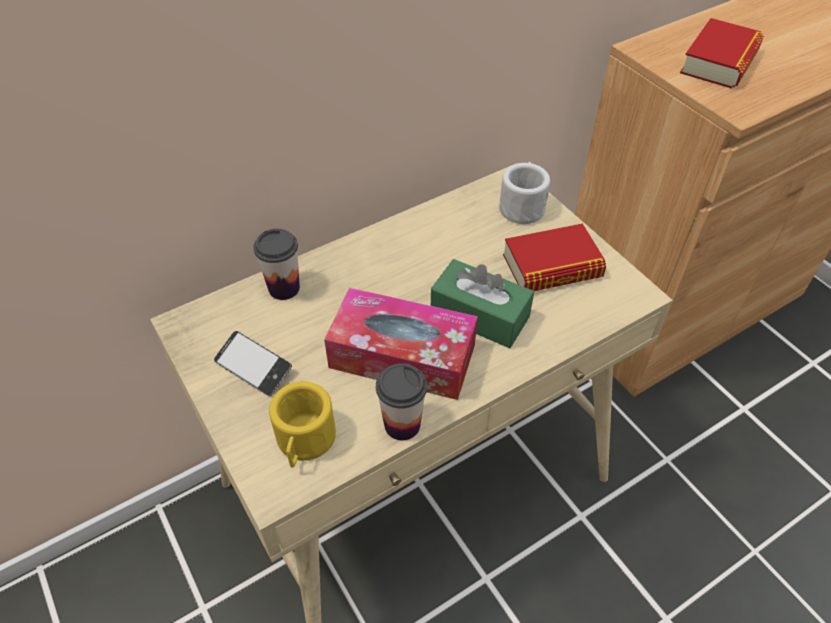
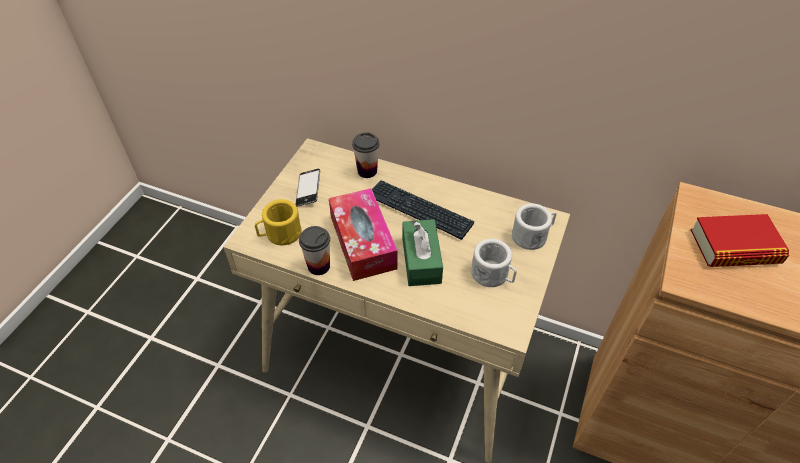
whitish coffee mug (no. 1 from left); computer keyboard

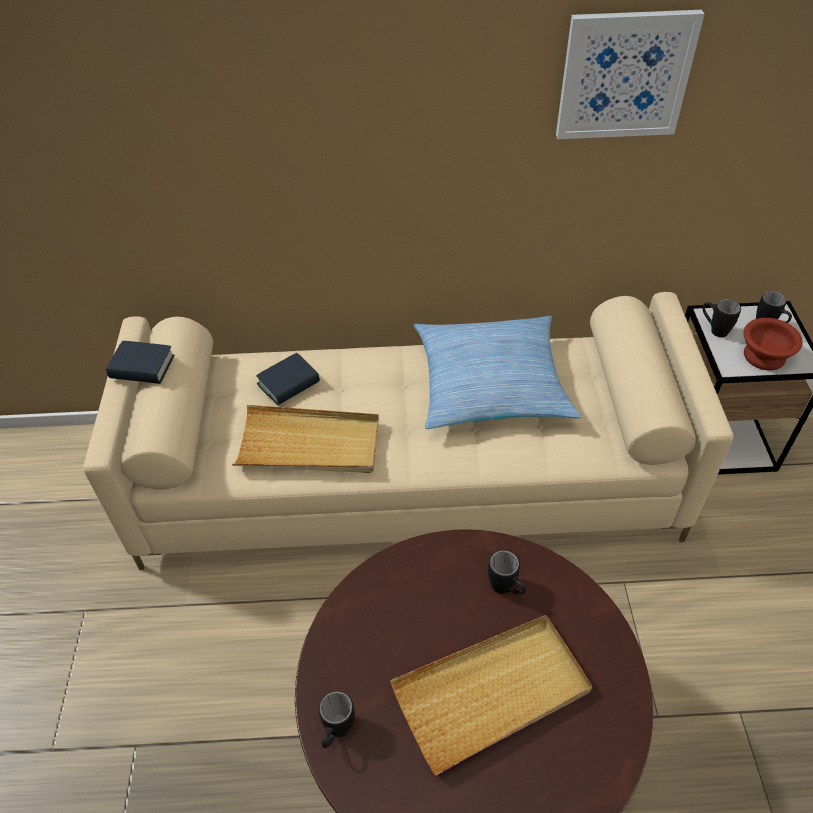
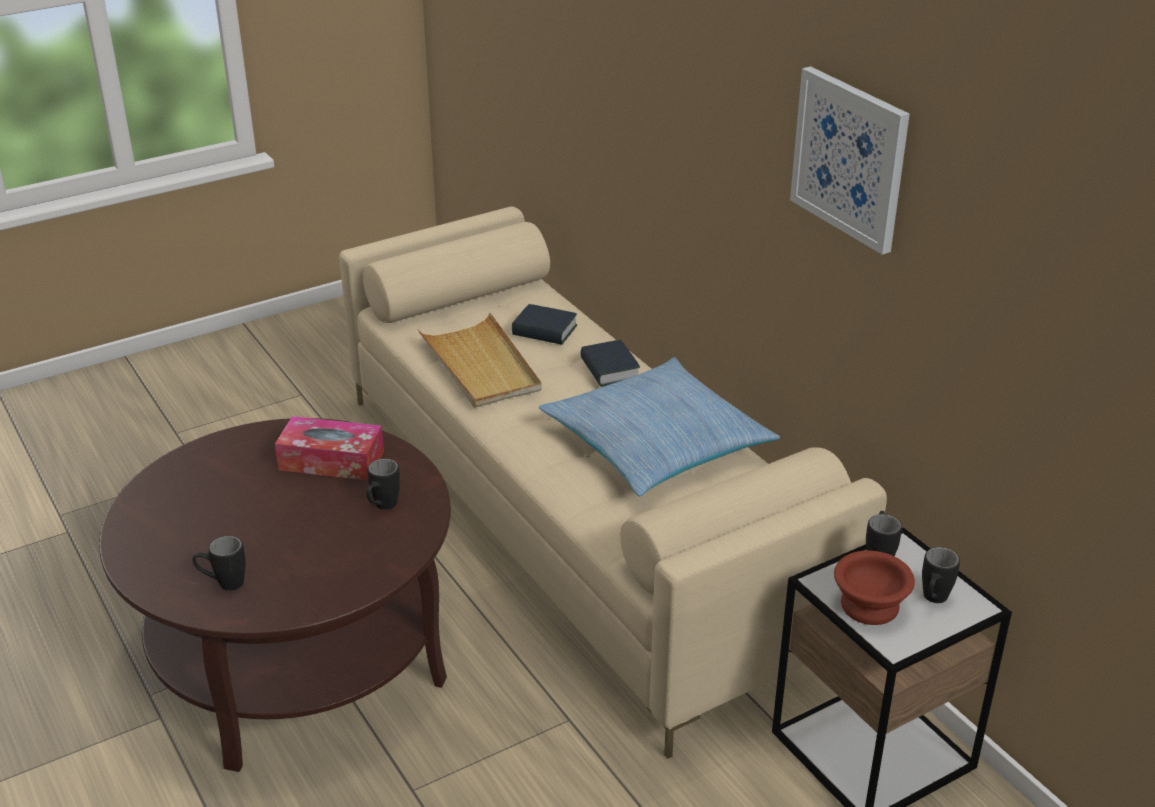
bound book (no. 2 from left); sand-coloured serving tray (no. 2 from left in the first image); black-coloured coffee mug (no. 1 from left); box of tissues

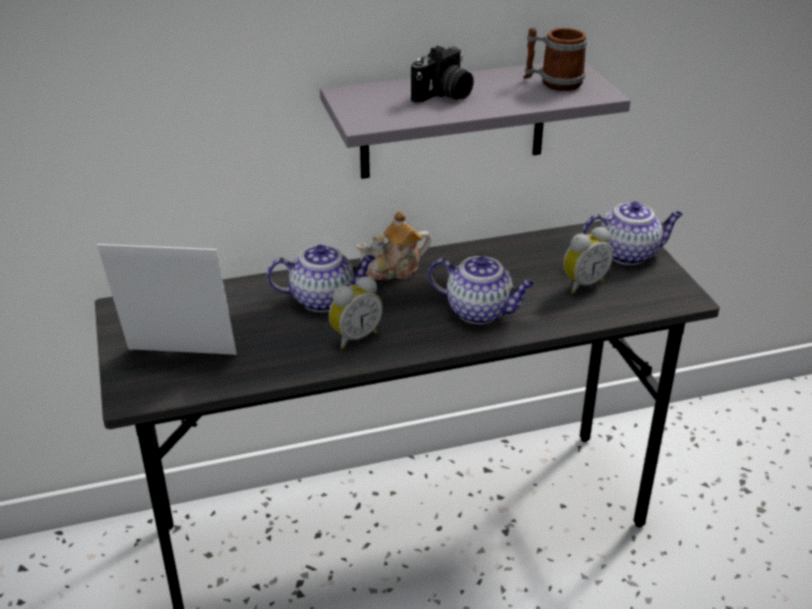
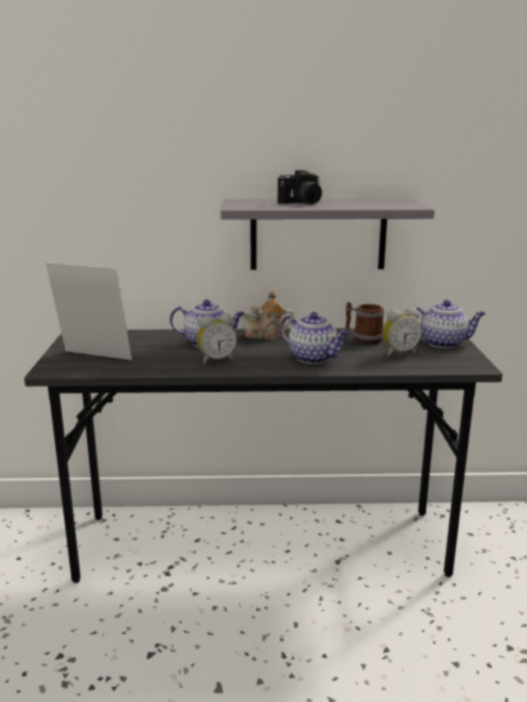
coffee mug

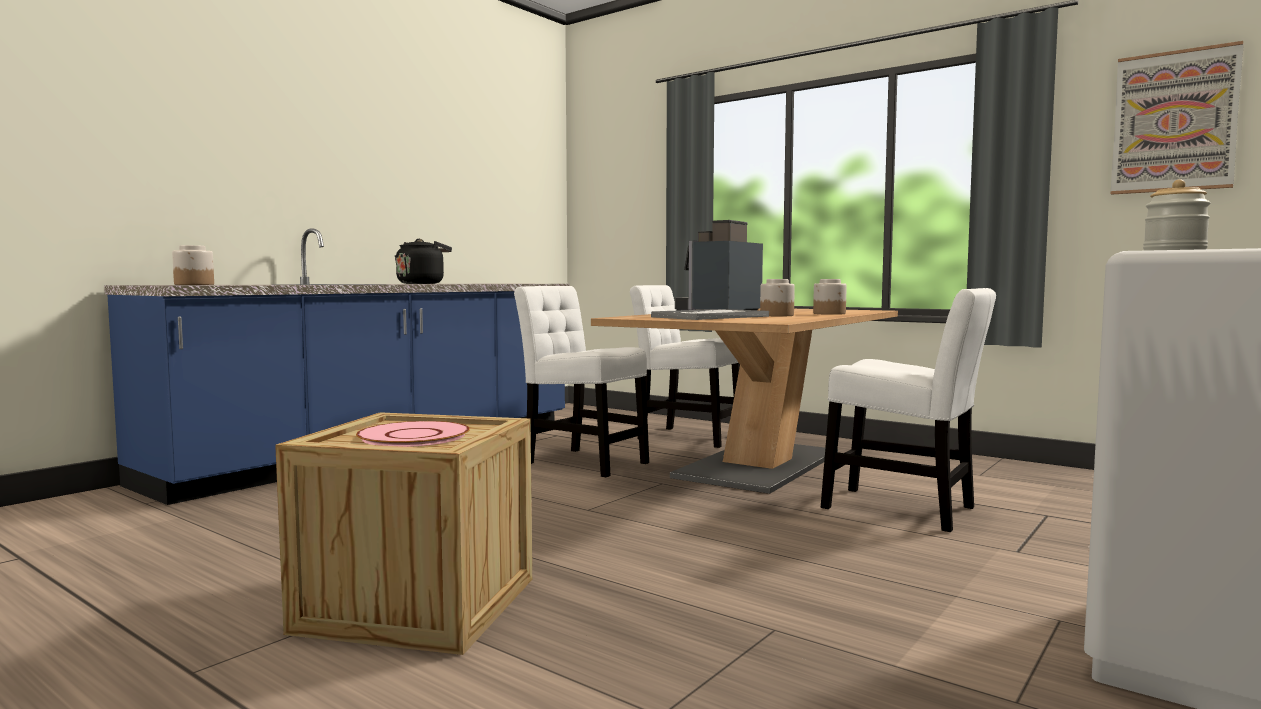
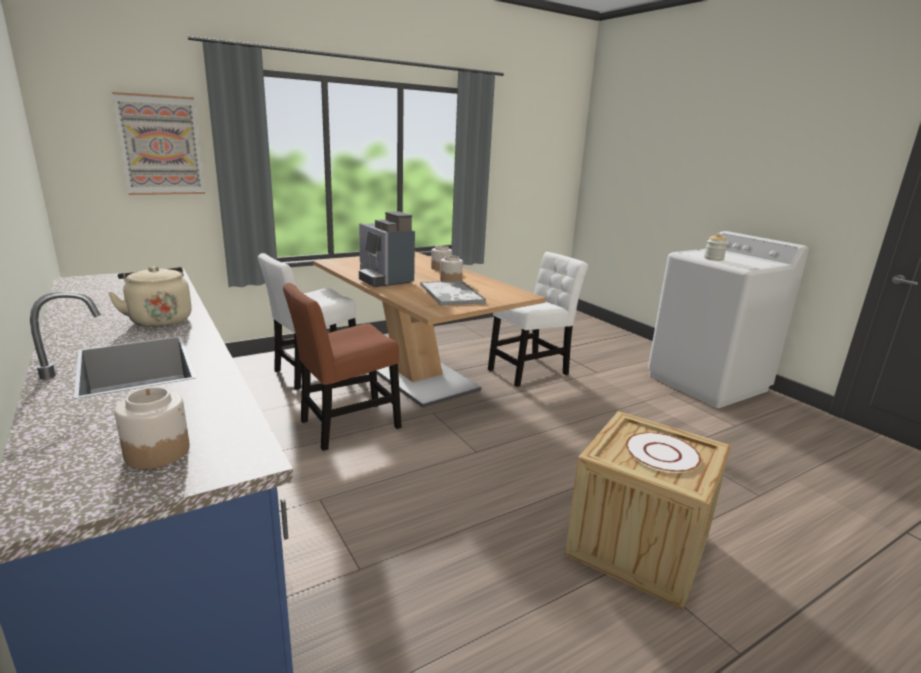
picture; sand-coloured water kettle; brown-coloured chair; whitish dinner plate

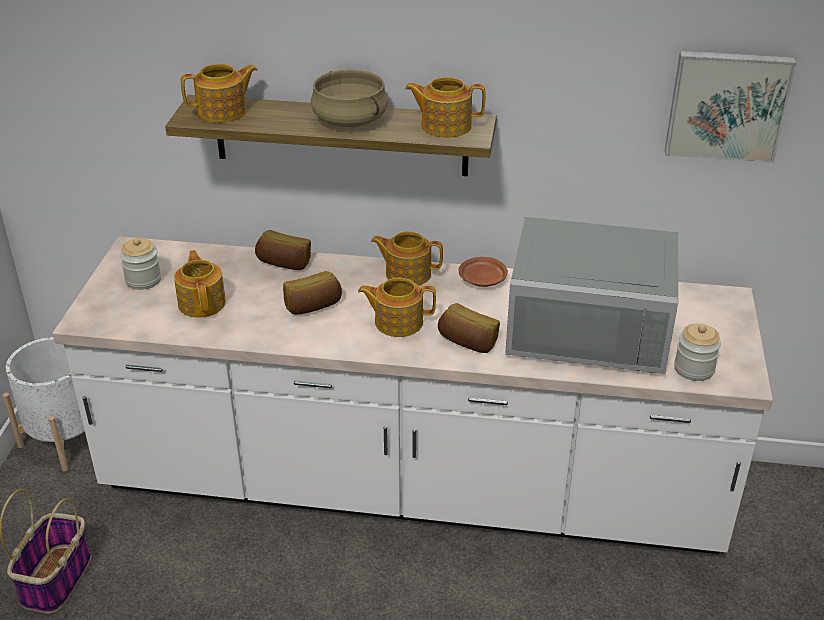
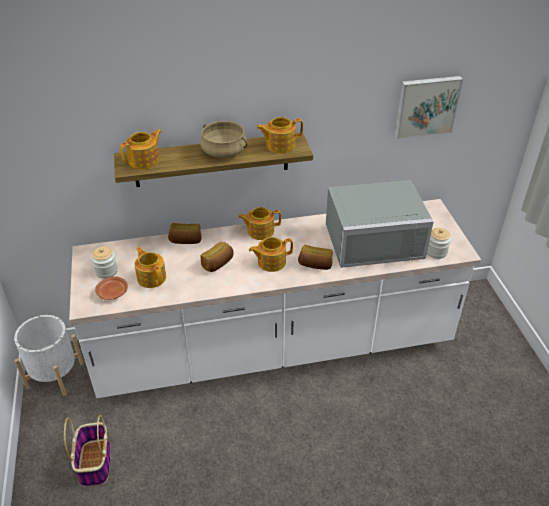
brown-coloured dinner plate

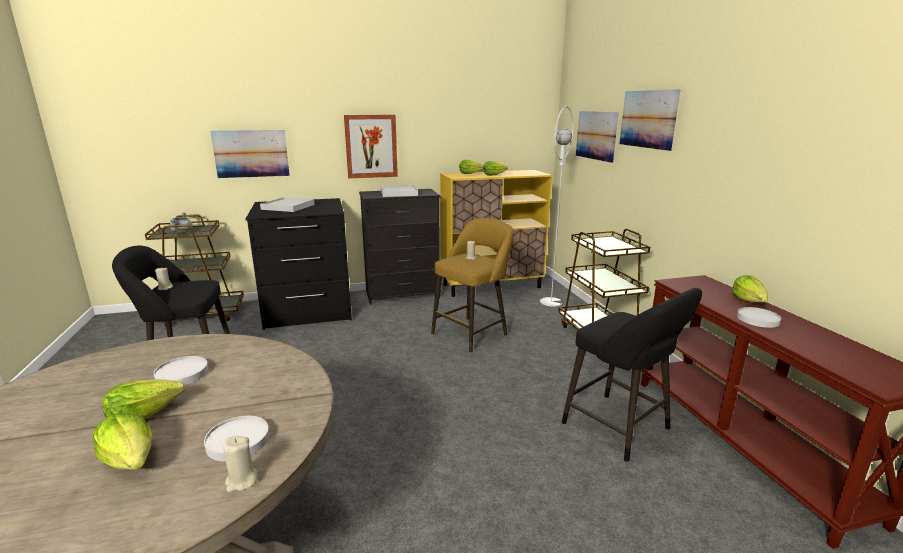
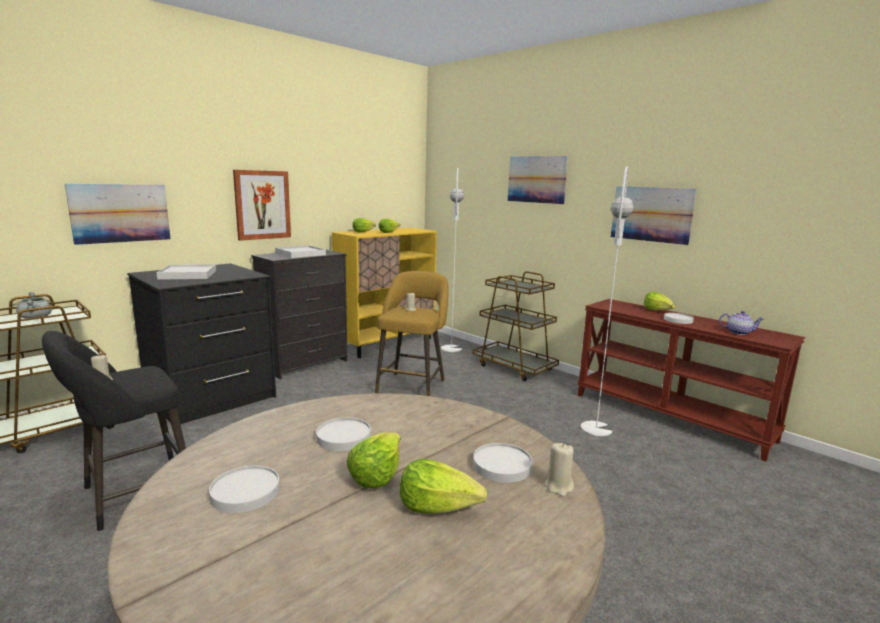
picture (no. 4 from left); whitish standing lamp (no. 2 from left); pot for tea; whitish dinner plate (no. 1 from left)

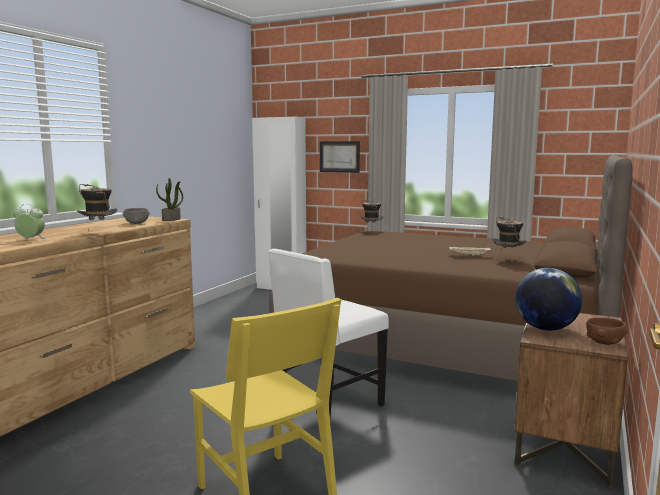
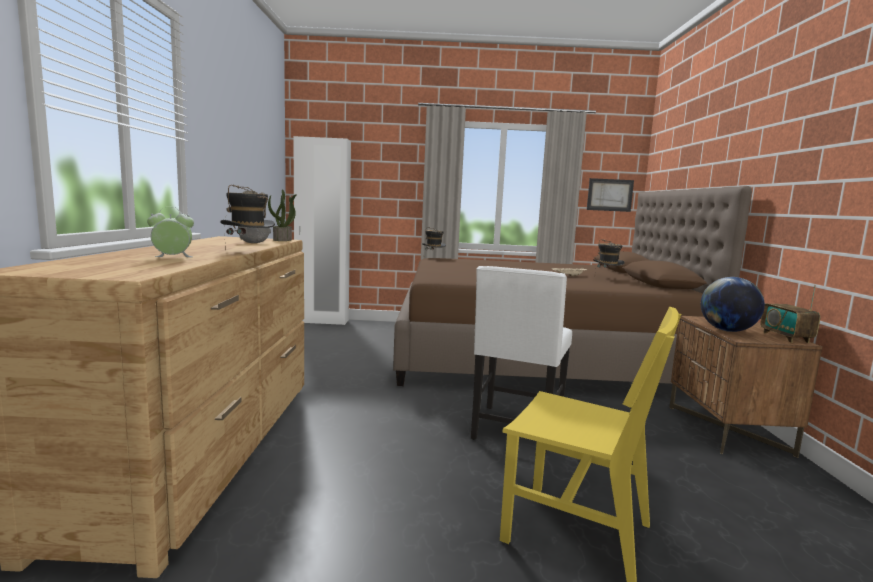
picture; radio receiver

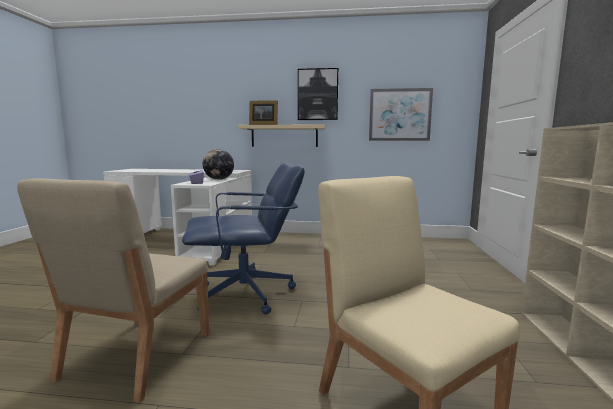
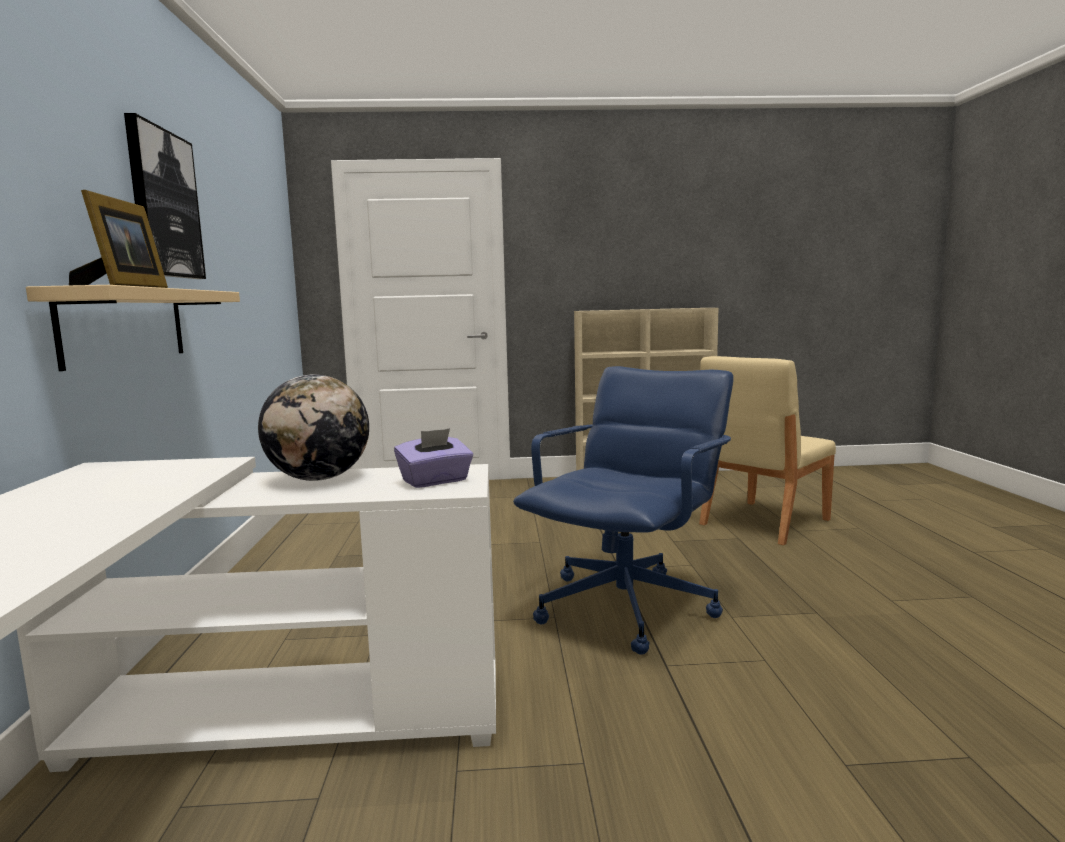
picture (no. 2 from left in the first image); bluish computer chair; sand-coloured chair (no. 1 from left in the first image)

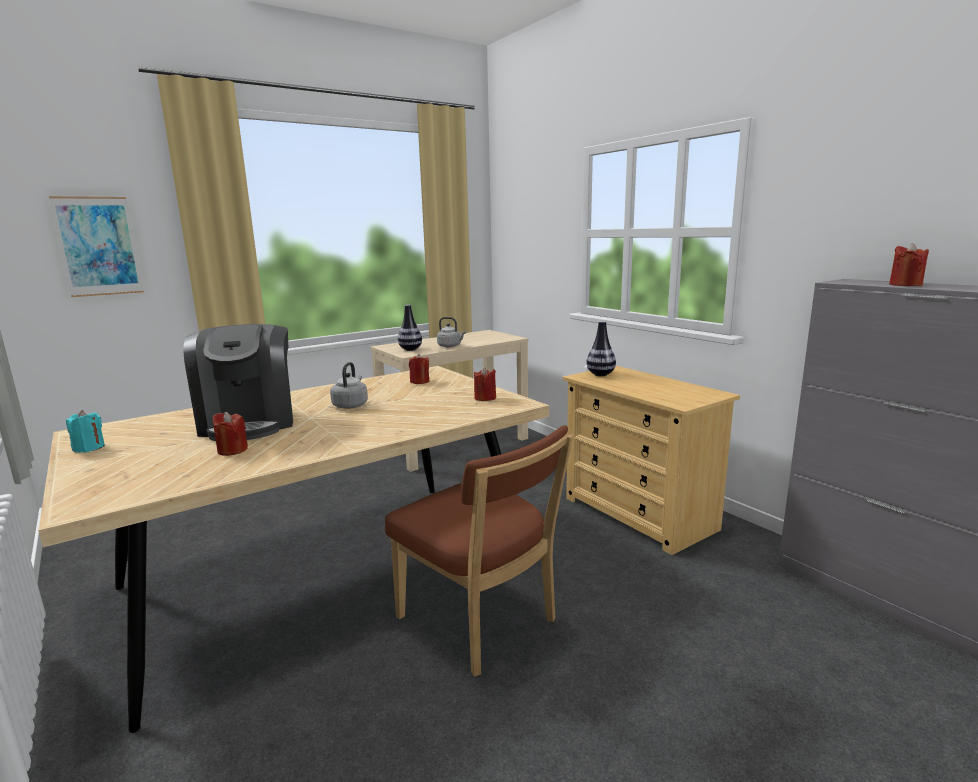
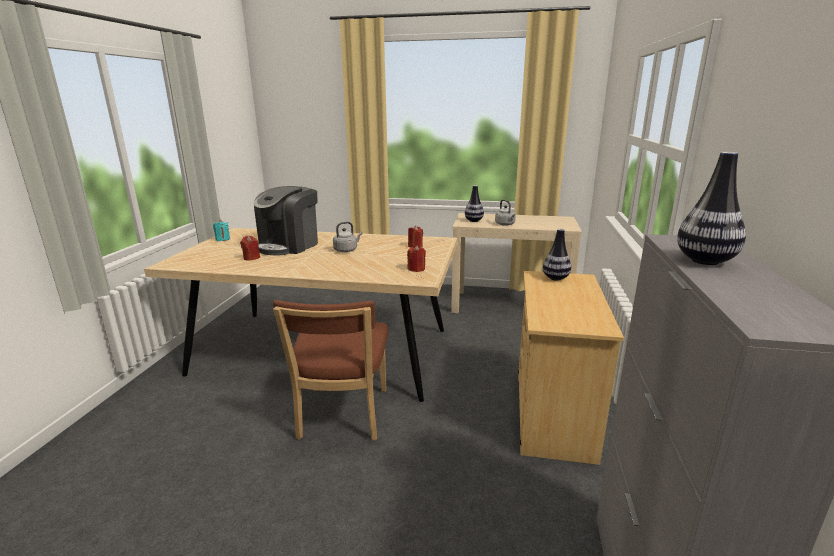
picture; flower vase (no. 3 from left)

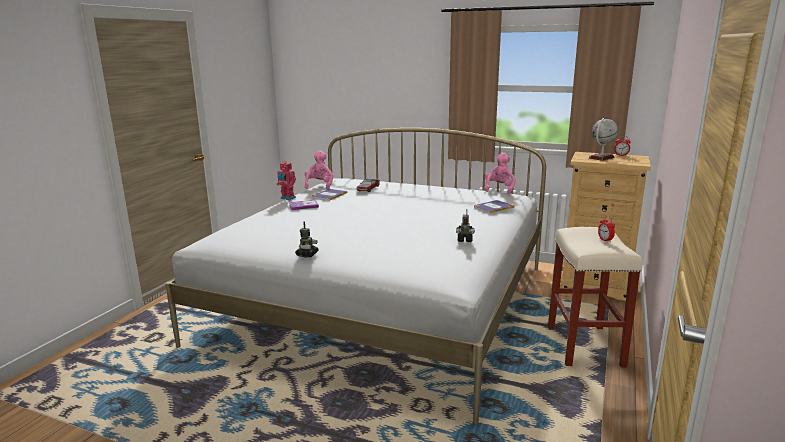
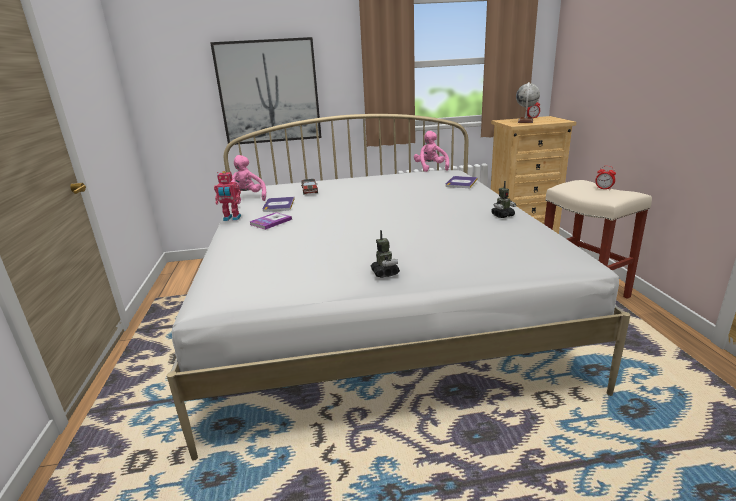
picture

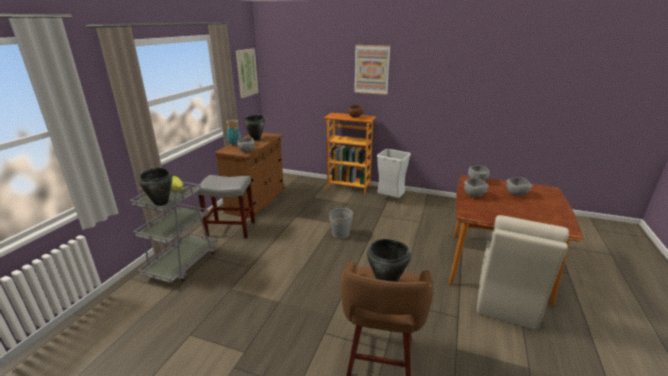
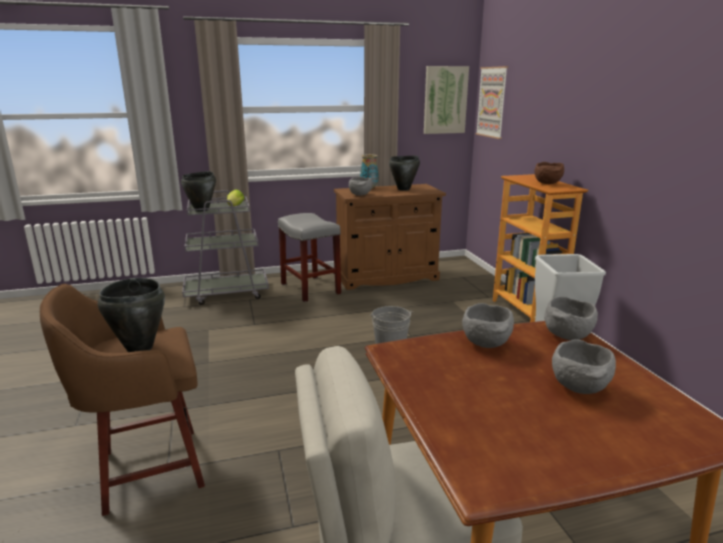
picture (no. 2 from left)

